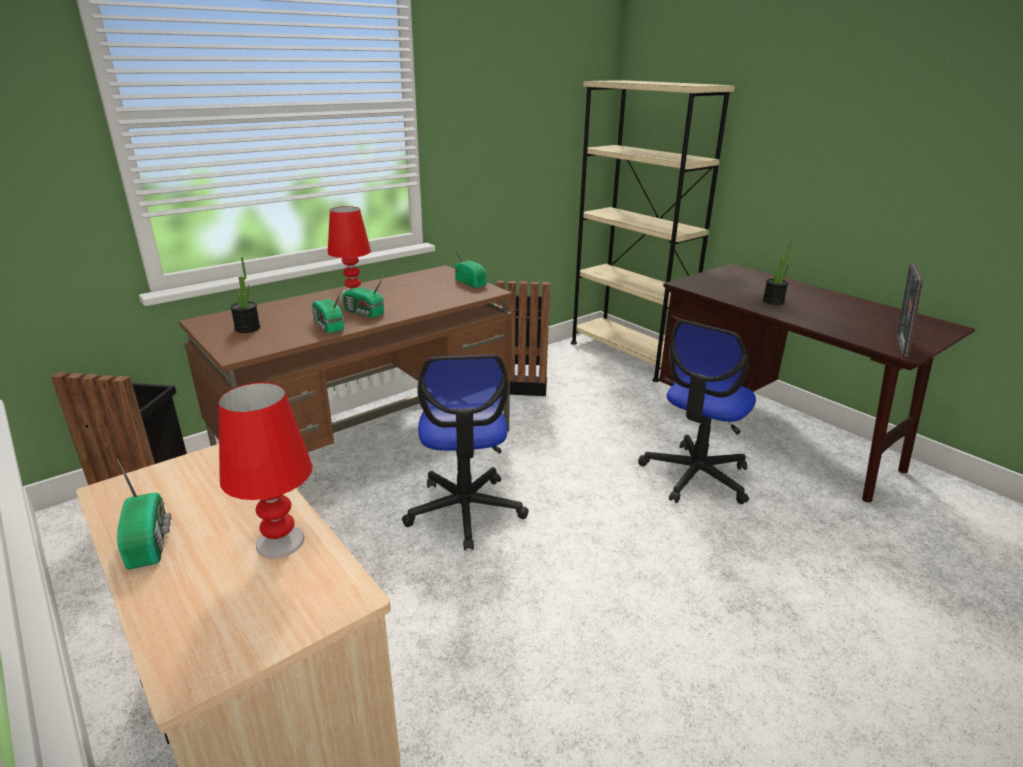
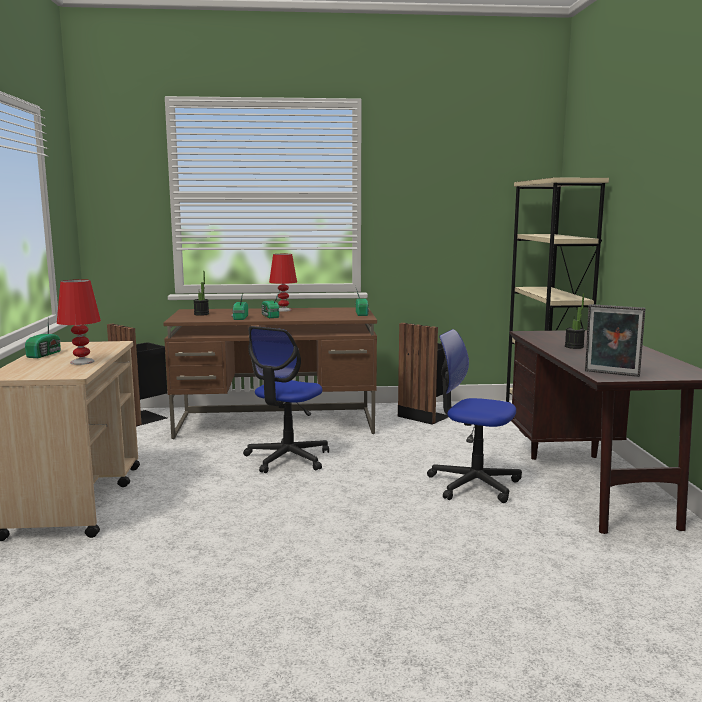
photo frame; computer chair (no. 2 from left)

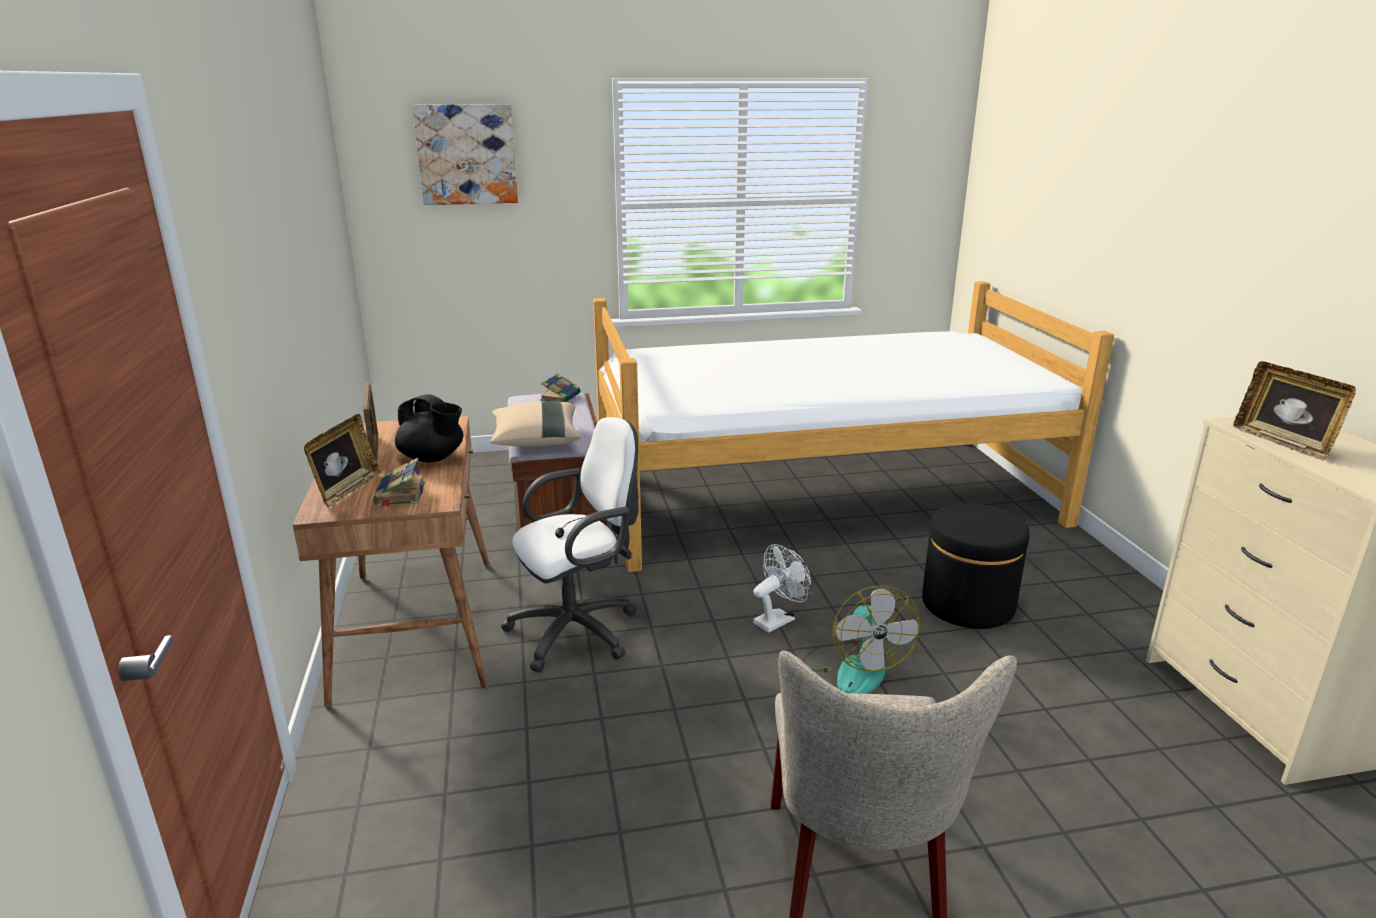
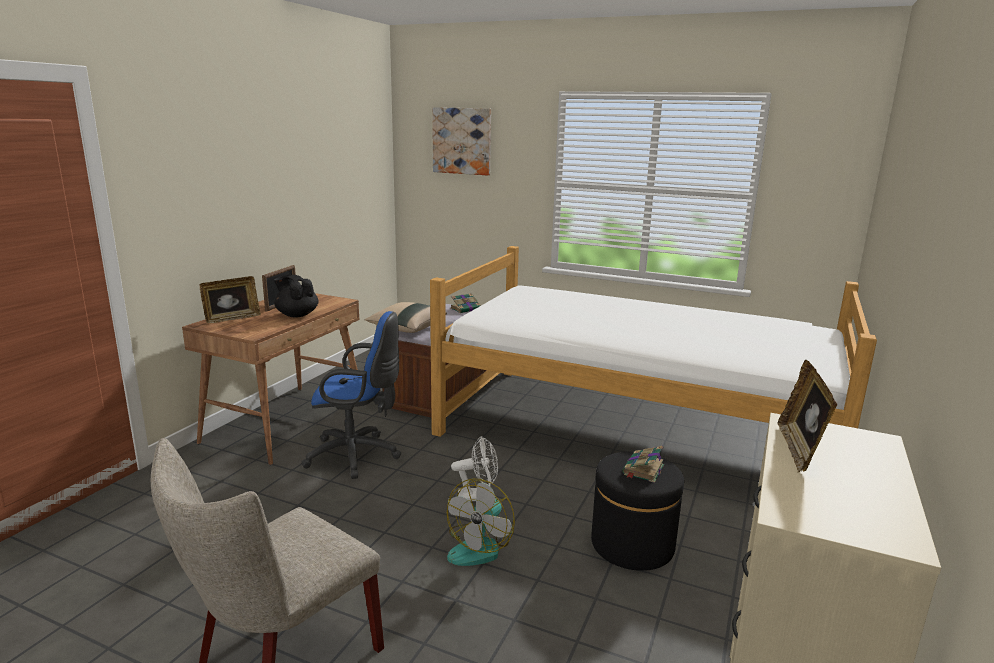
black-coloured pot for tea; bluish computer chair; bound book (no. 2 from left)

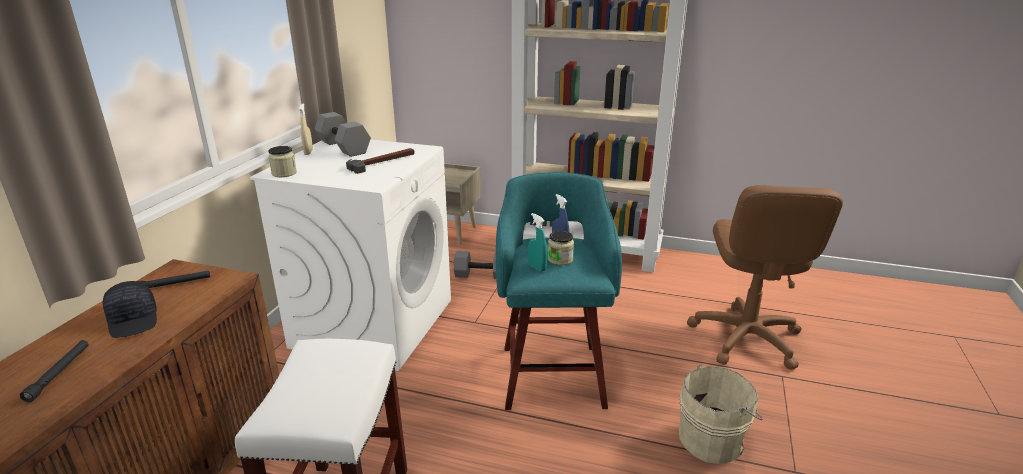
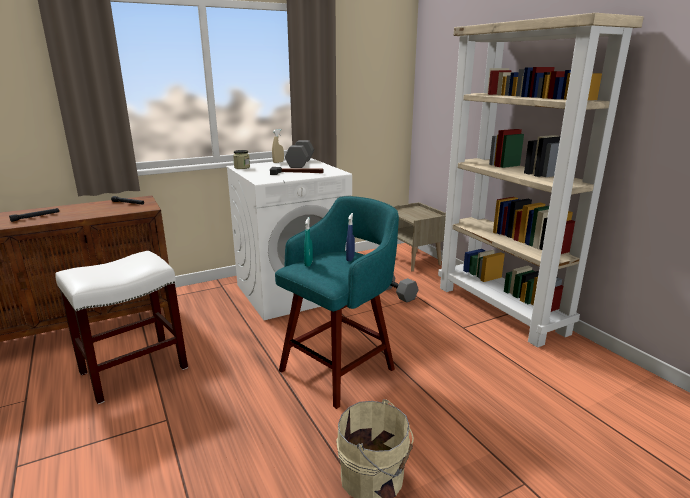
brown-coloured computer chair; jar (no. 2 from left in the first image); black-coloured cap

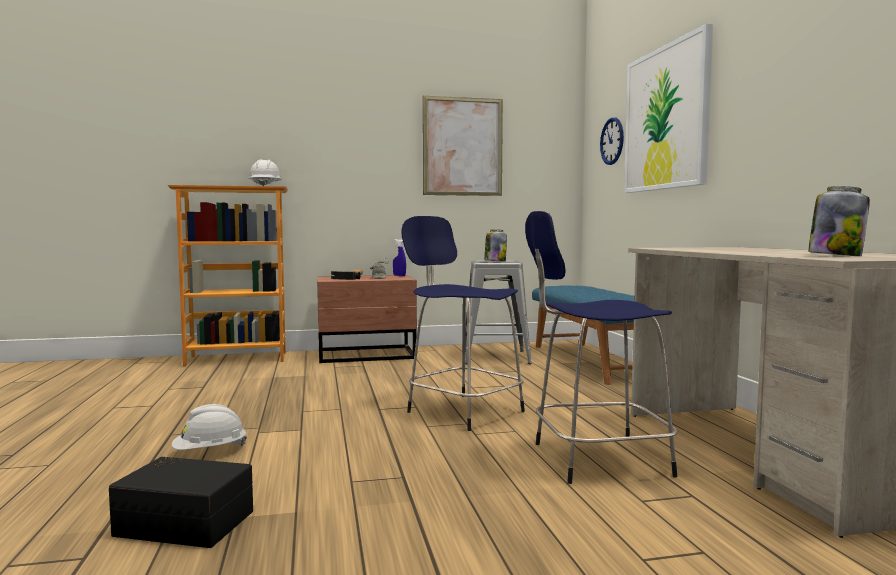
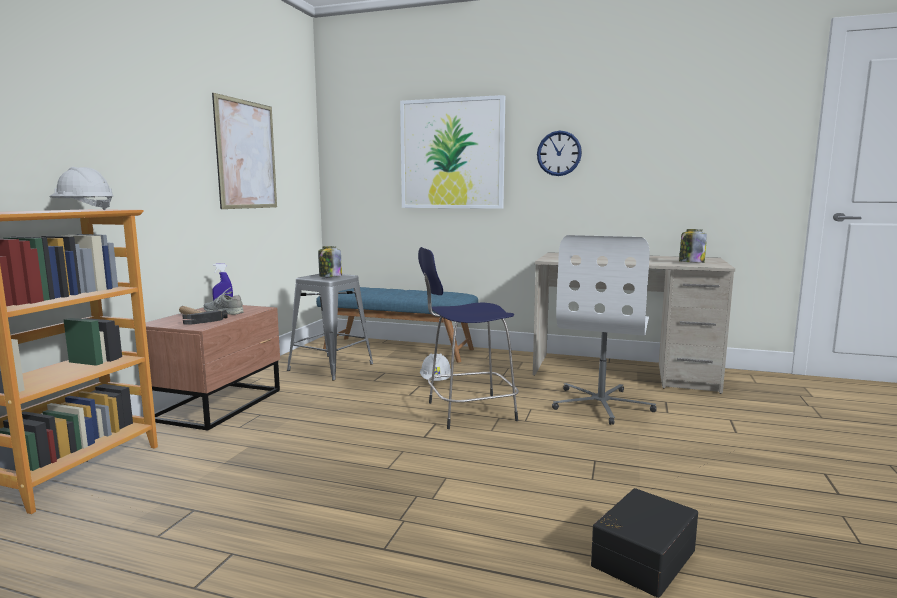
hanging clock; whitish computer chair; whitish safety helmet (no. 2 from left)

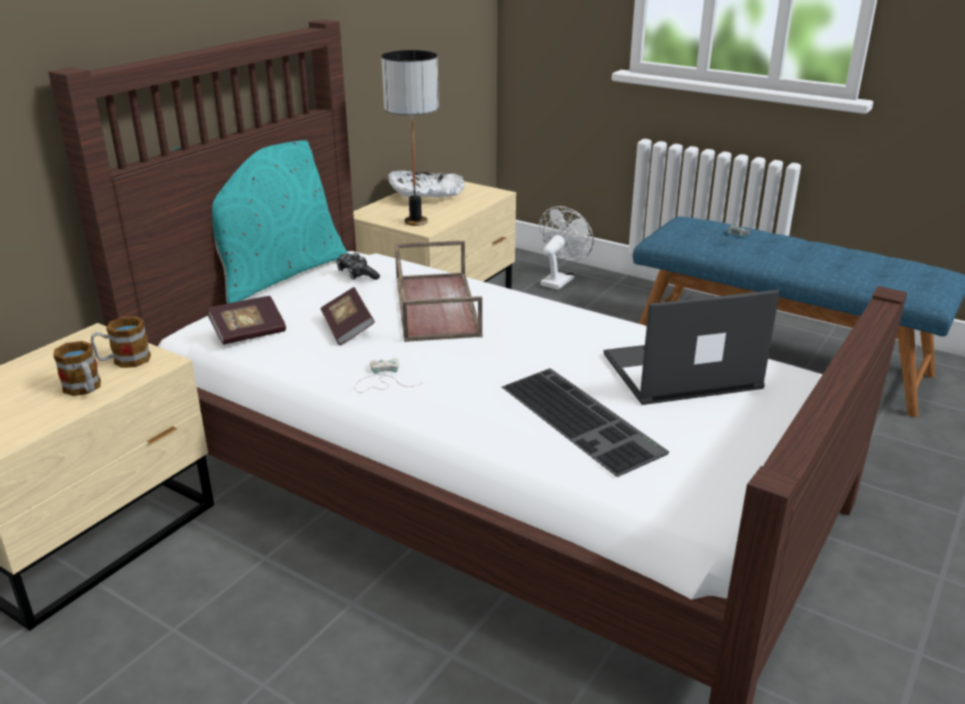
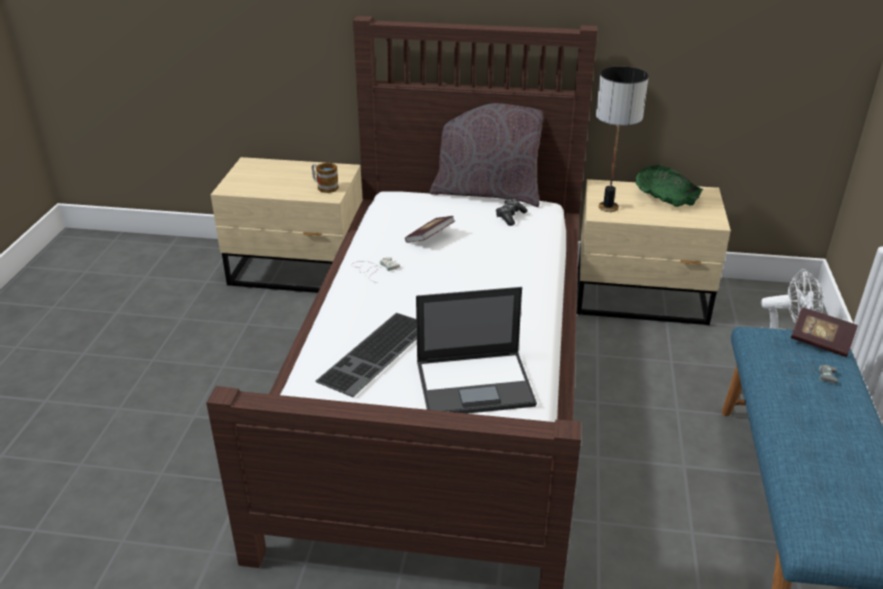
gray throw pillow; greenish deep dish; brown-coloured serving tray; notebook computer; bound book (no. 2 from left); coffee mug (no. 1 from left in the first image)

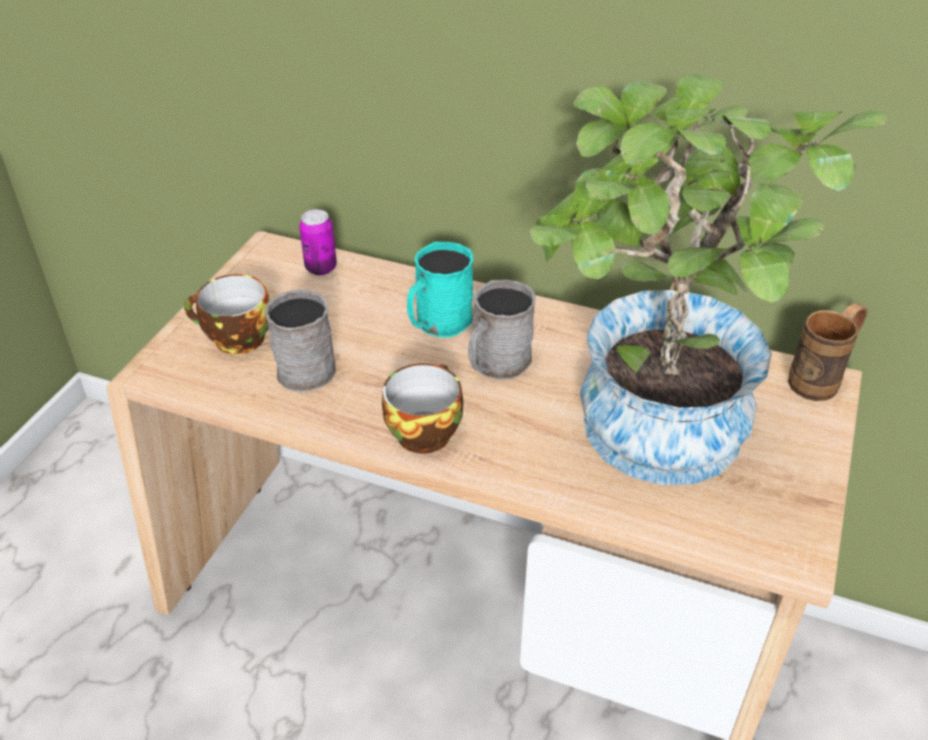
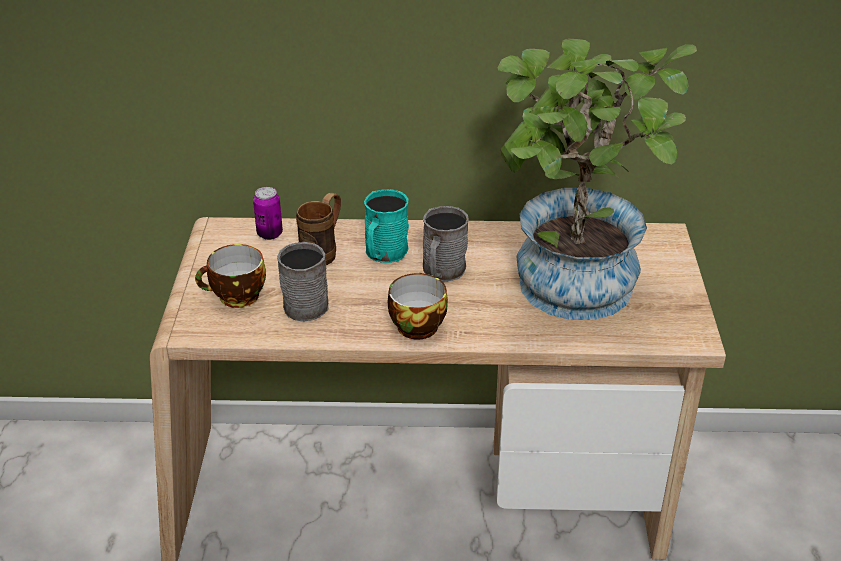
brown-coloured coffee mug

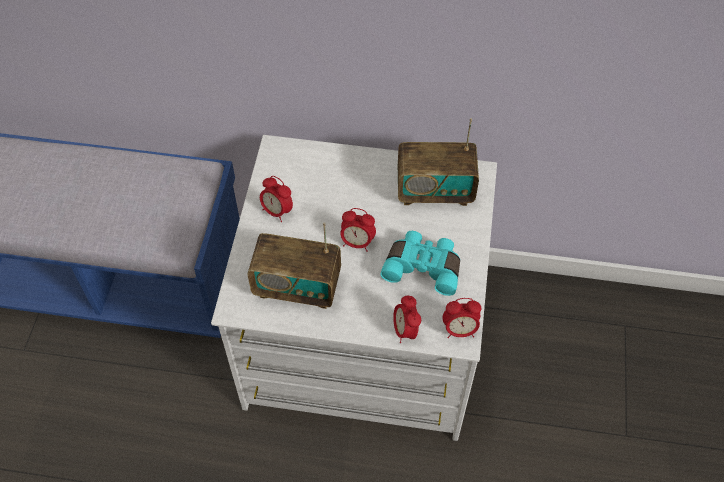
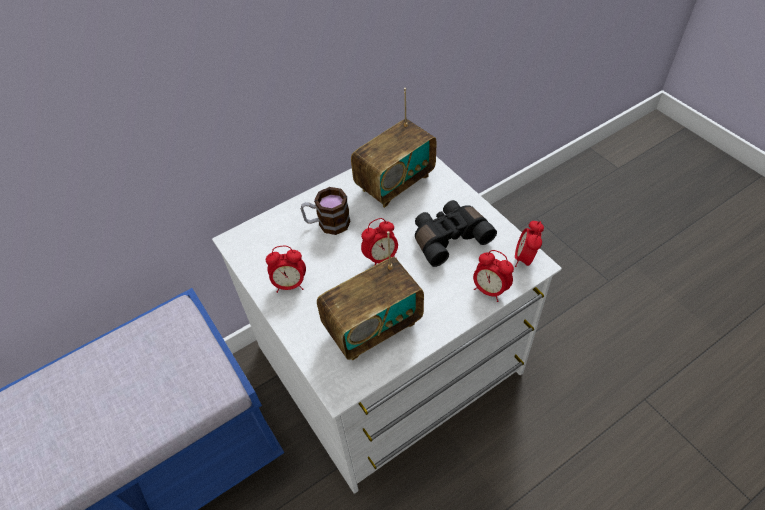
black-coloured pair of binoculars; alarm clock (no. 4 from left); coffee mug

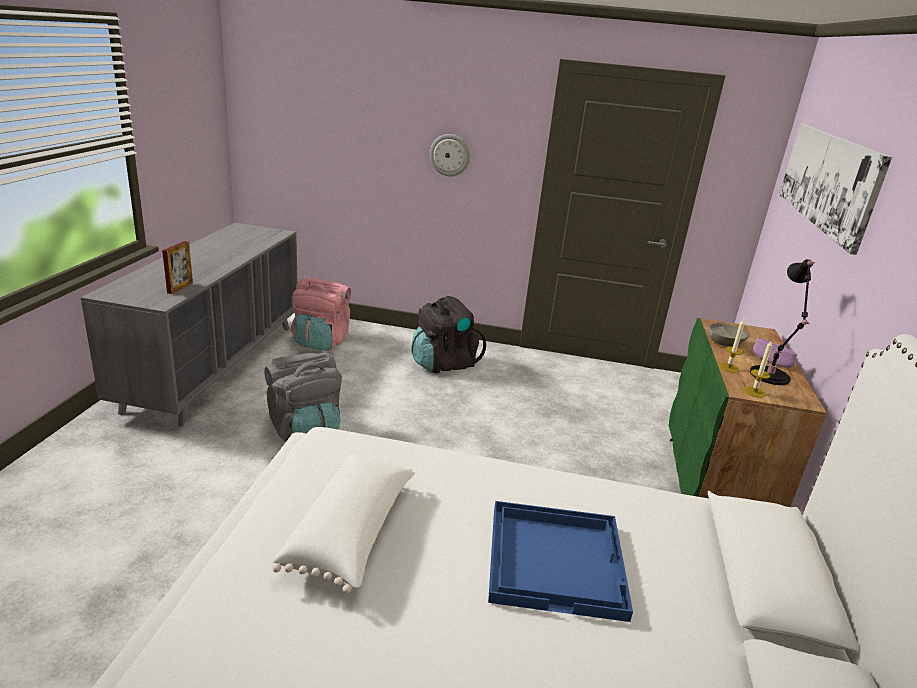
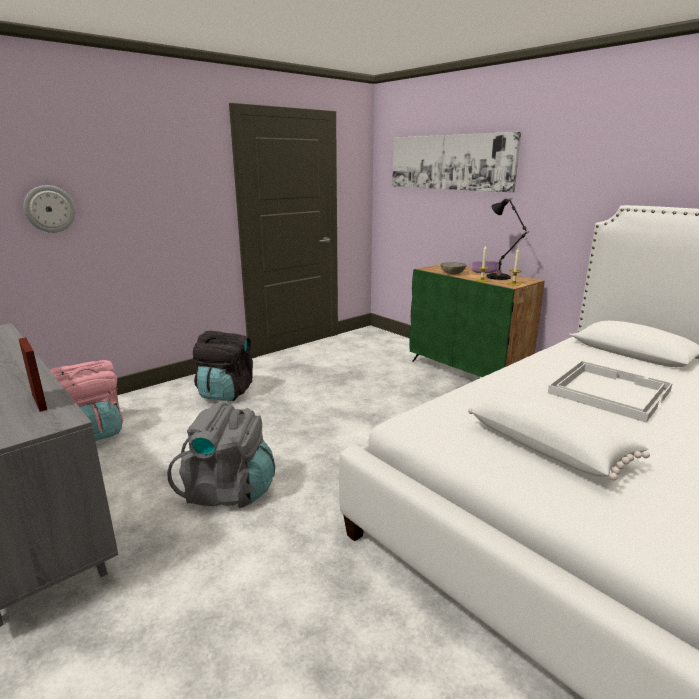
hanging clock; whitish serving tray

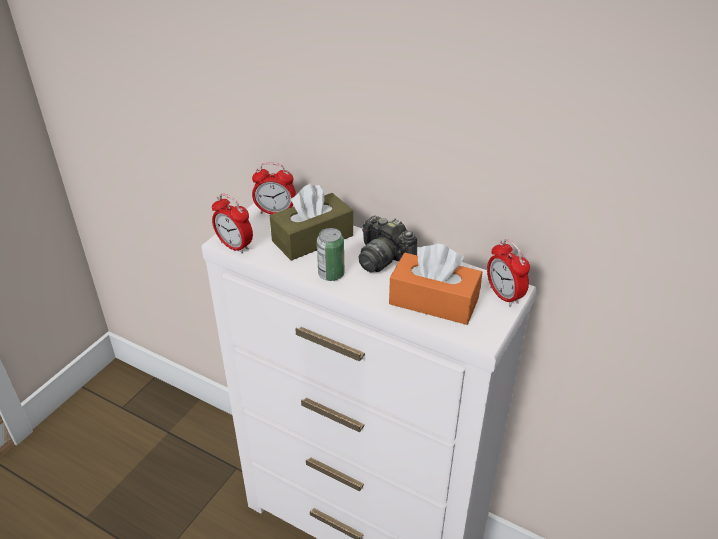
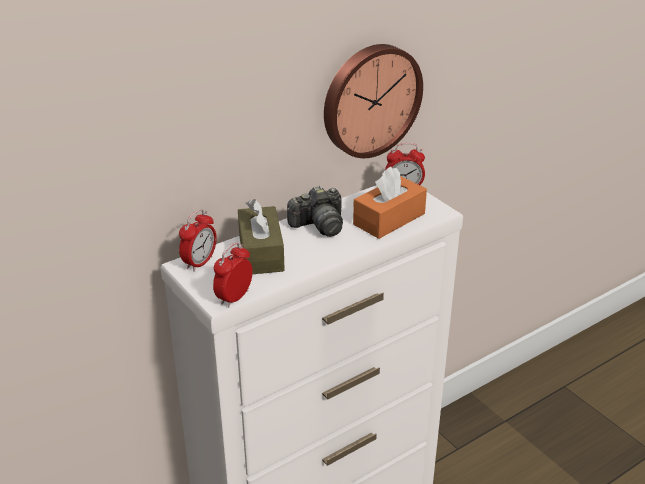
alarm clock (no. 2 from left); metal can; hanging clock

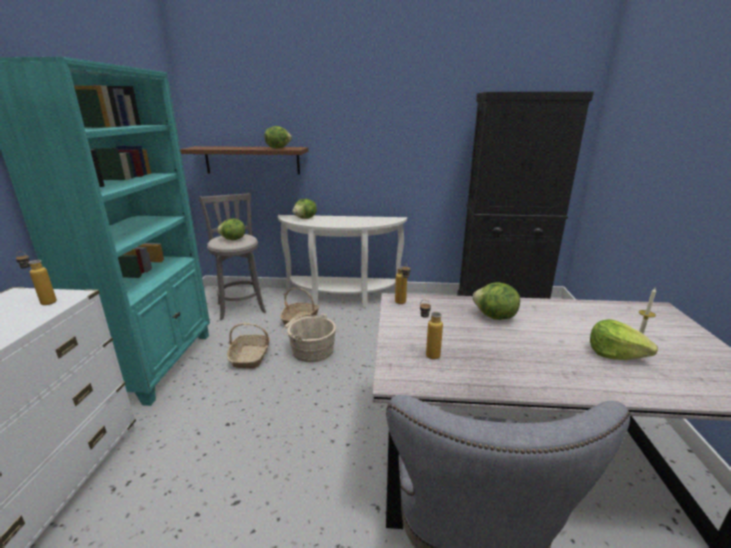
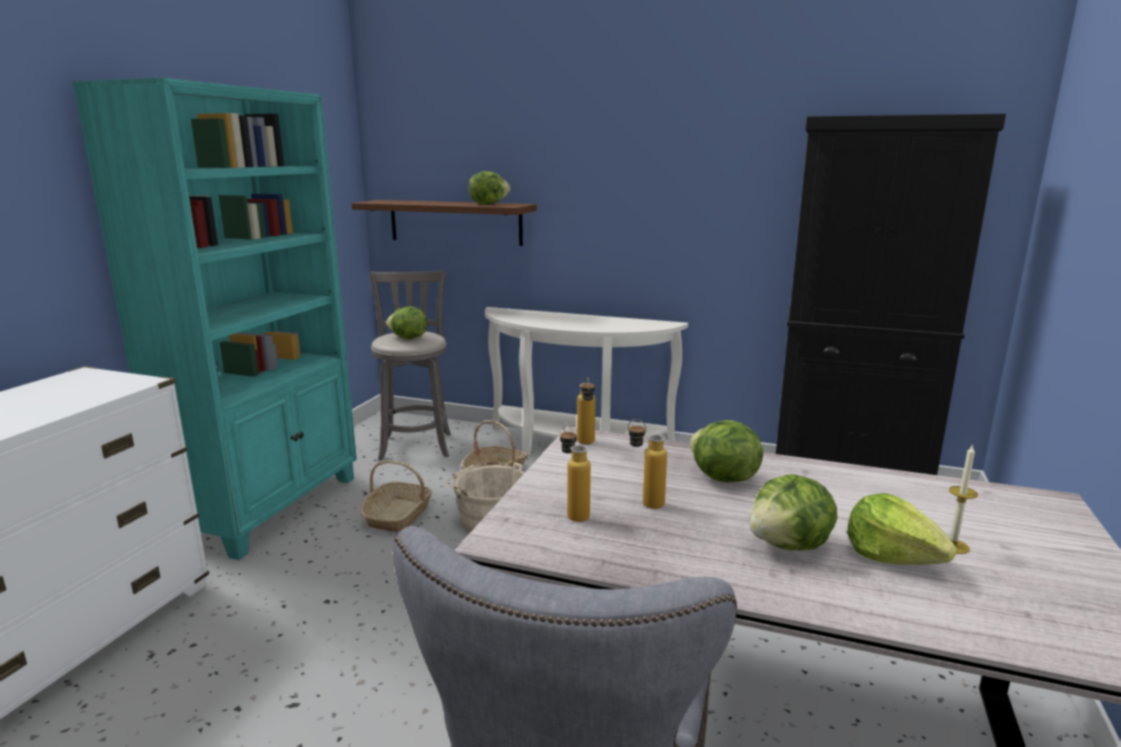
head of lettuce (no. 4 from left); beverage bottle (no. 3 from left)

